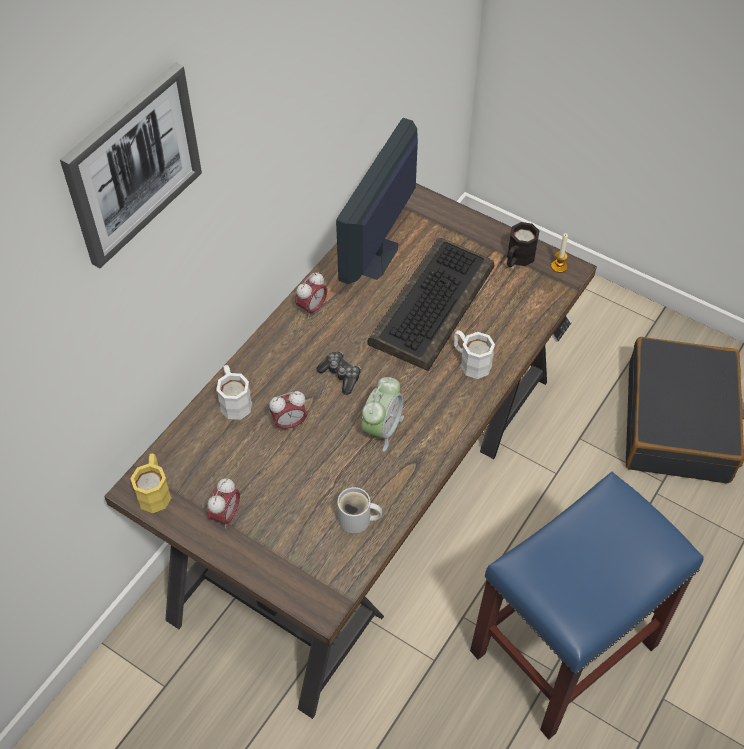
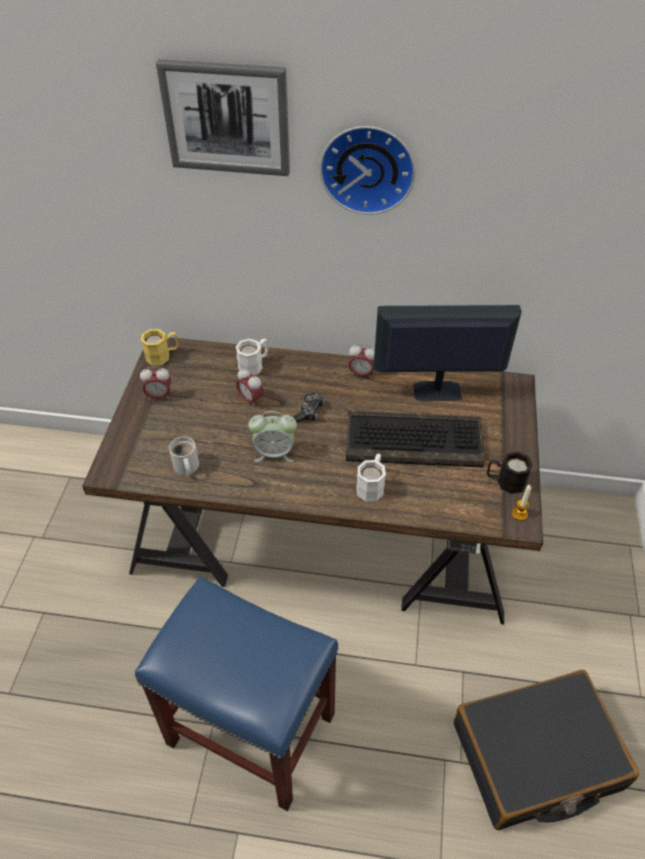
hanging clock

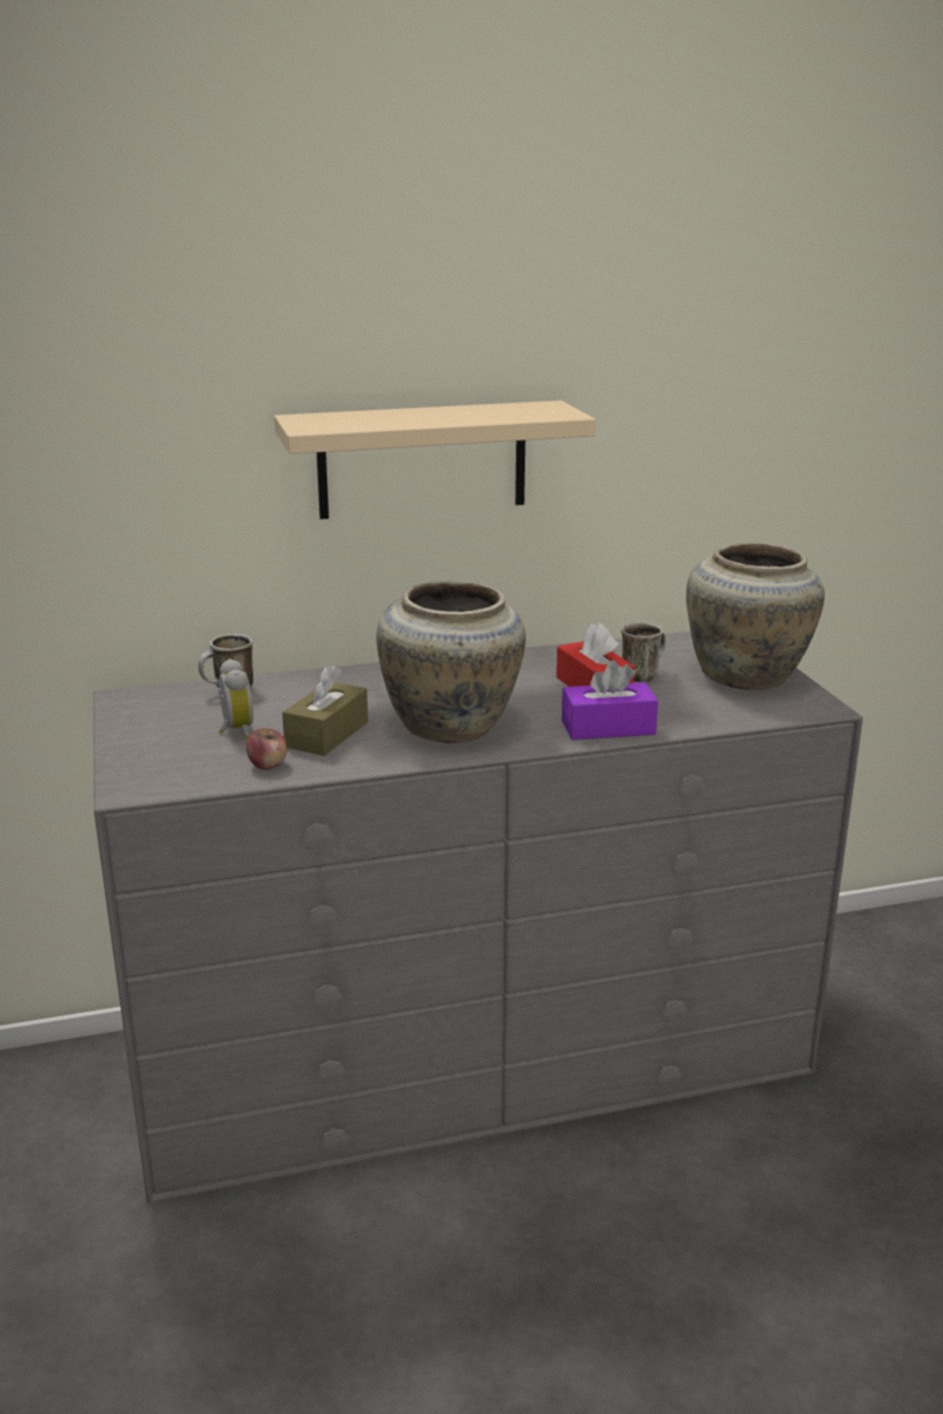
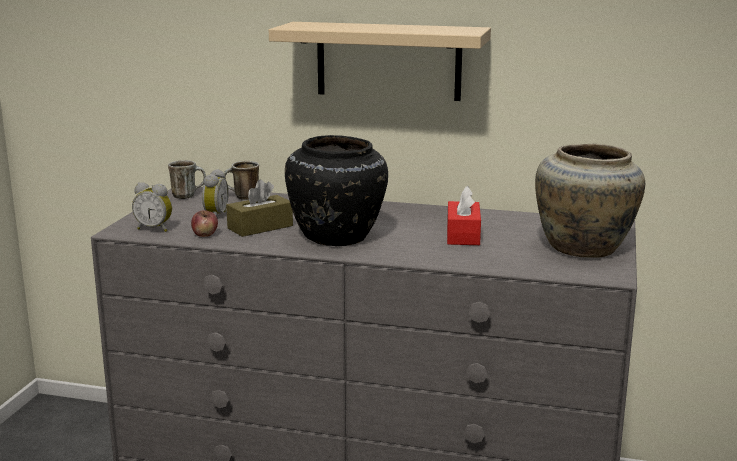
bedside clock (no. 1 from left)
tea mug (no. 1 from left)
vase in black-coloured
tissue box in purplish

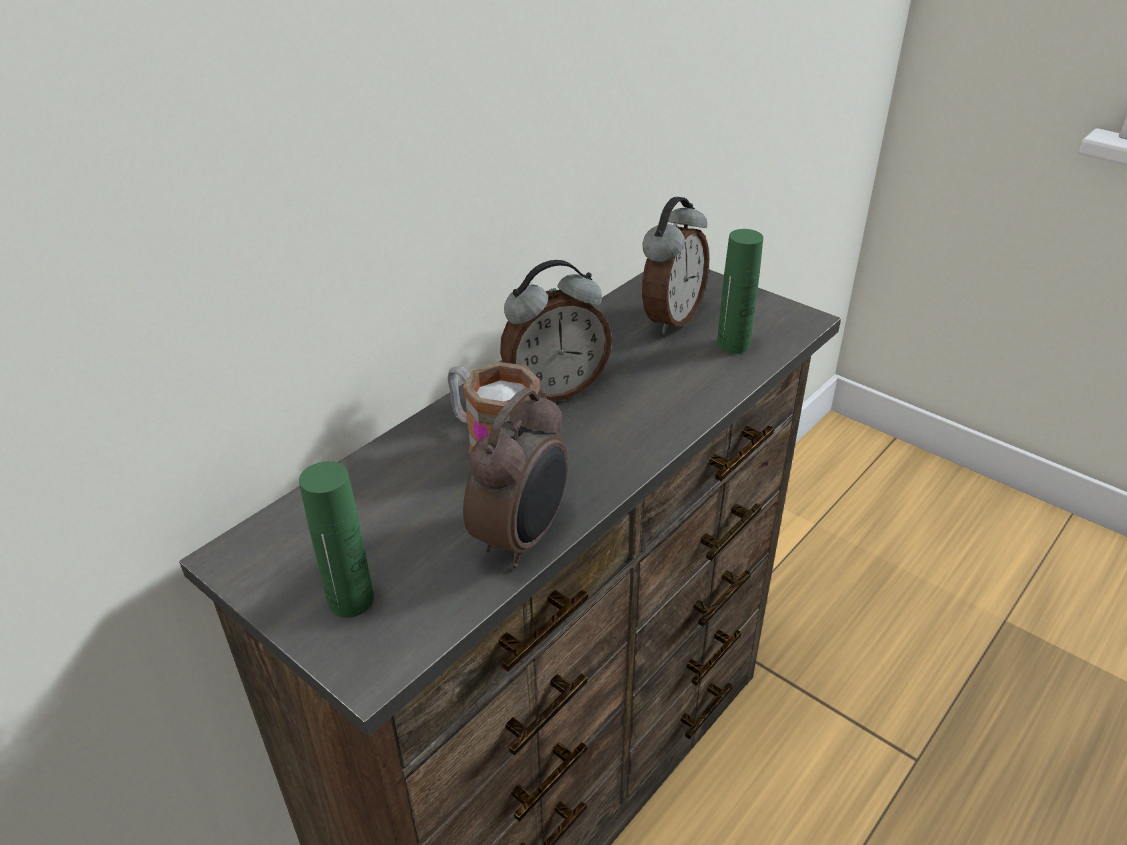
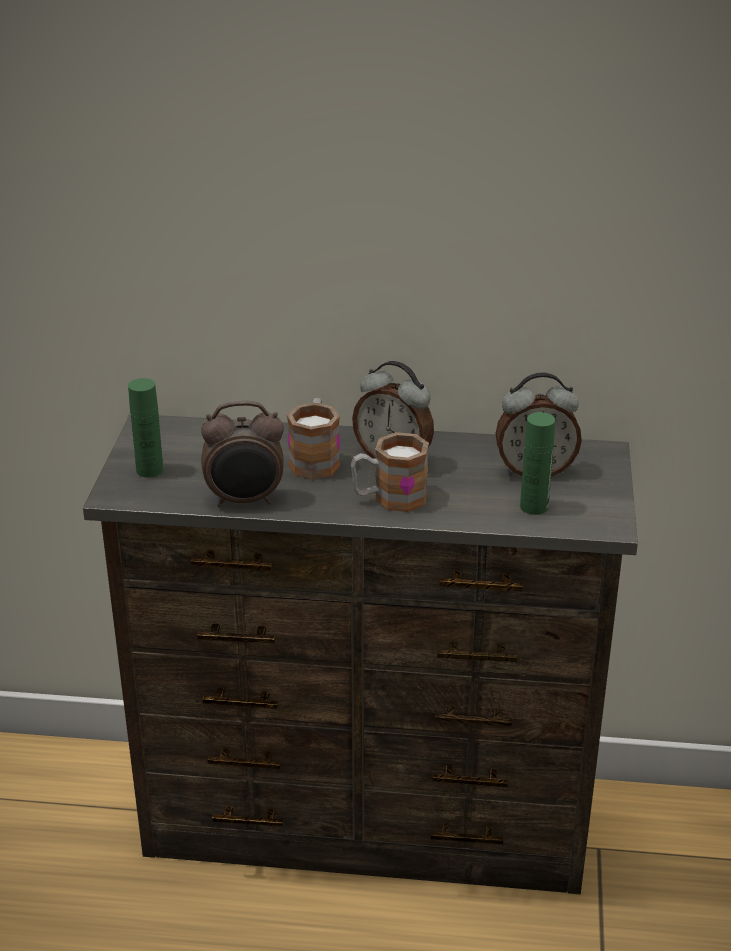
tea mug (no. 2 from left)

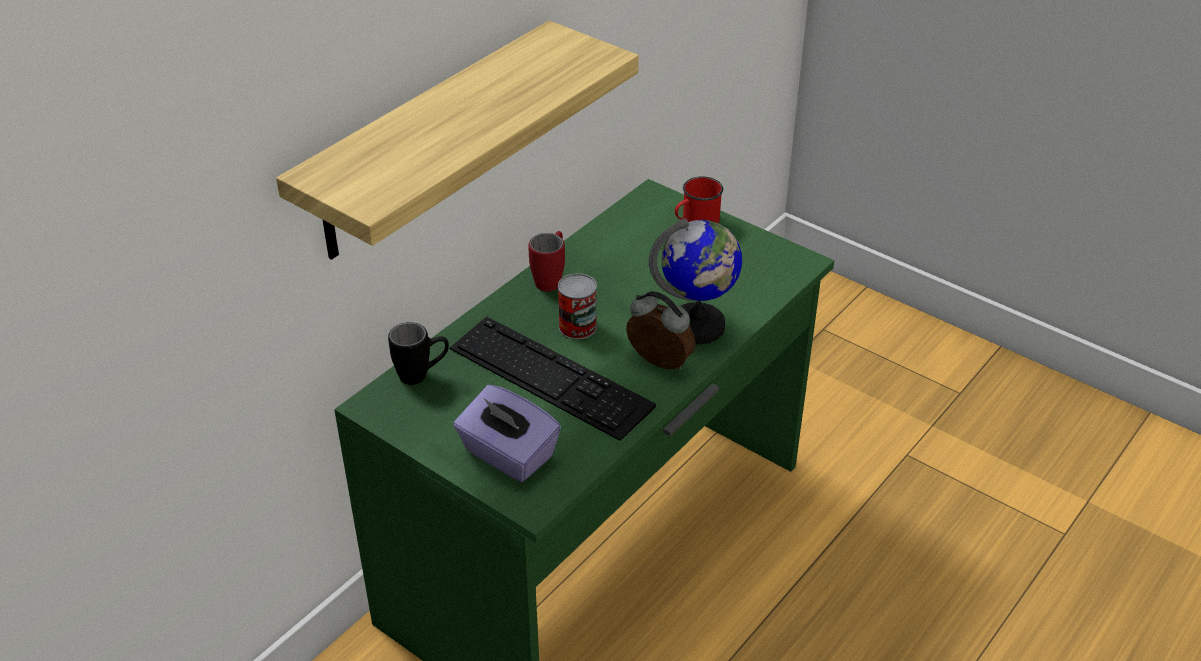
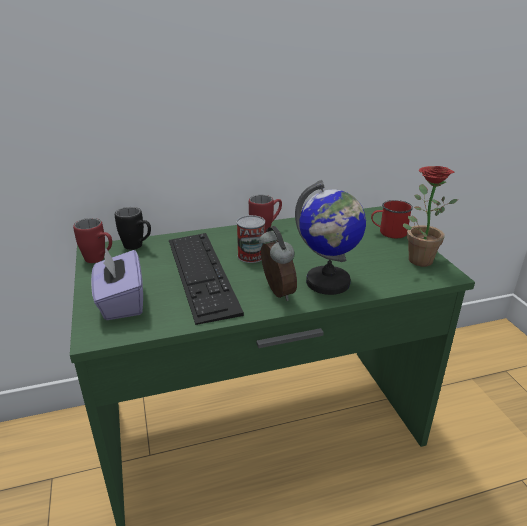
tea mug in red-coloured (no. 1 from left)
potted plant
wall shelf

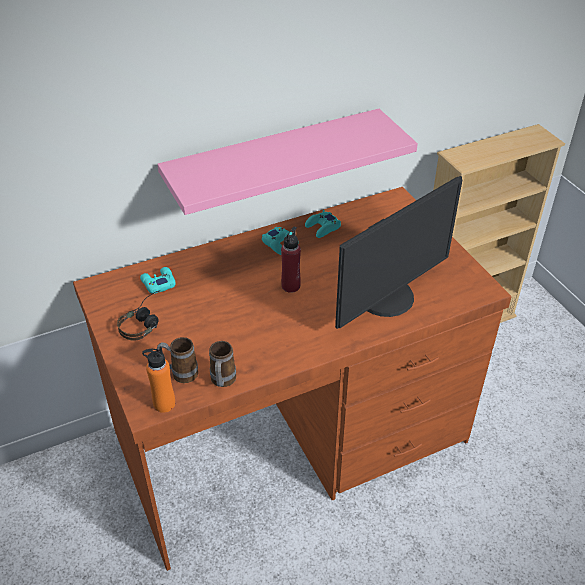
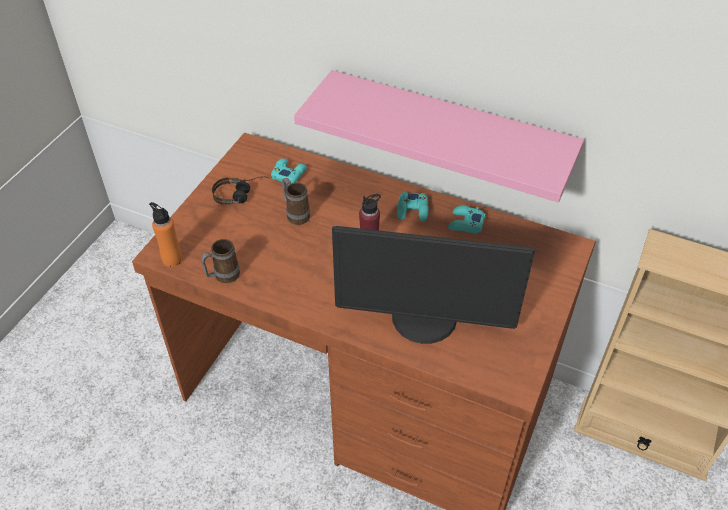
tea mug (no. 2 from left)

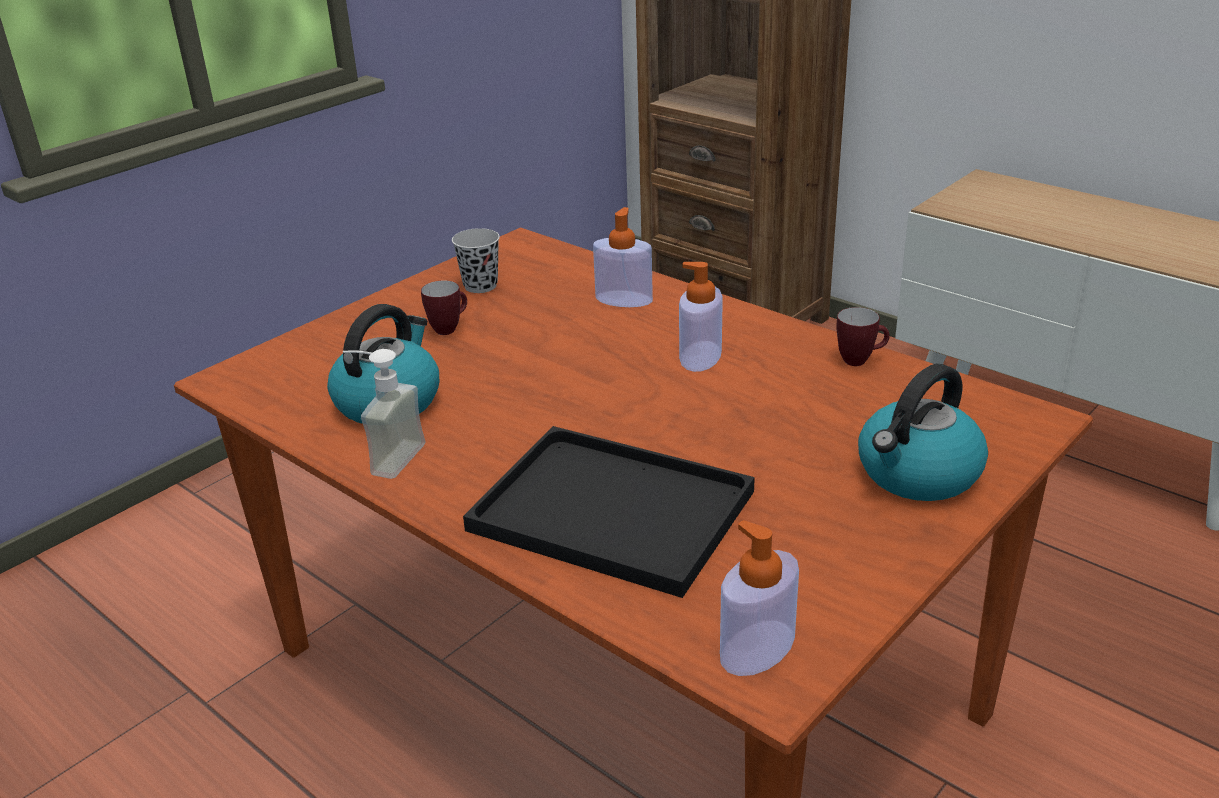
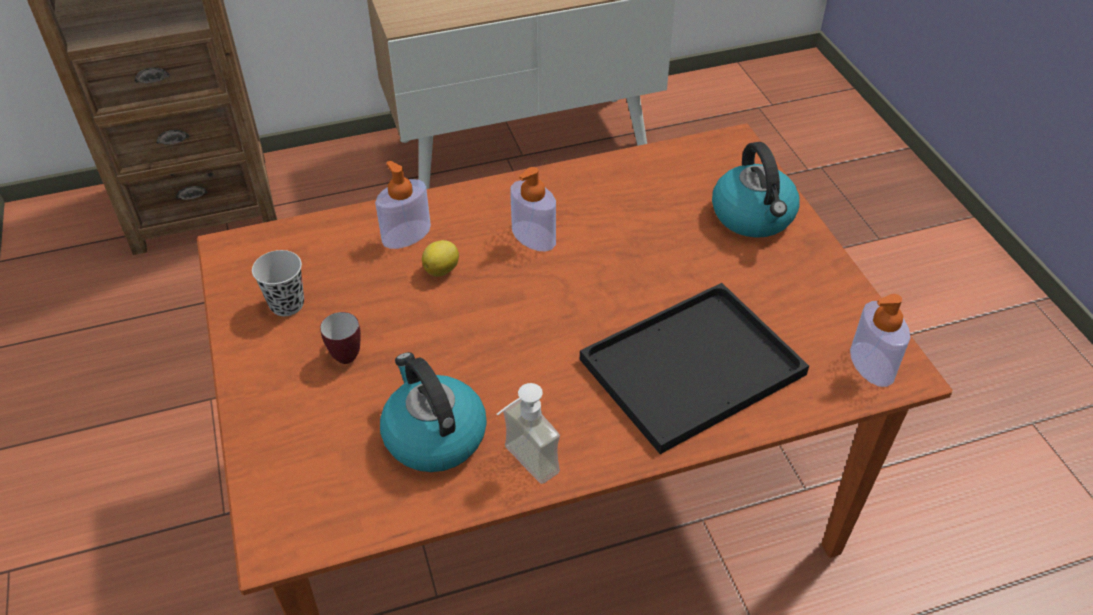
whole lemon
tea mug (no. 2 from left in the first image)

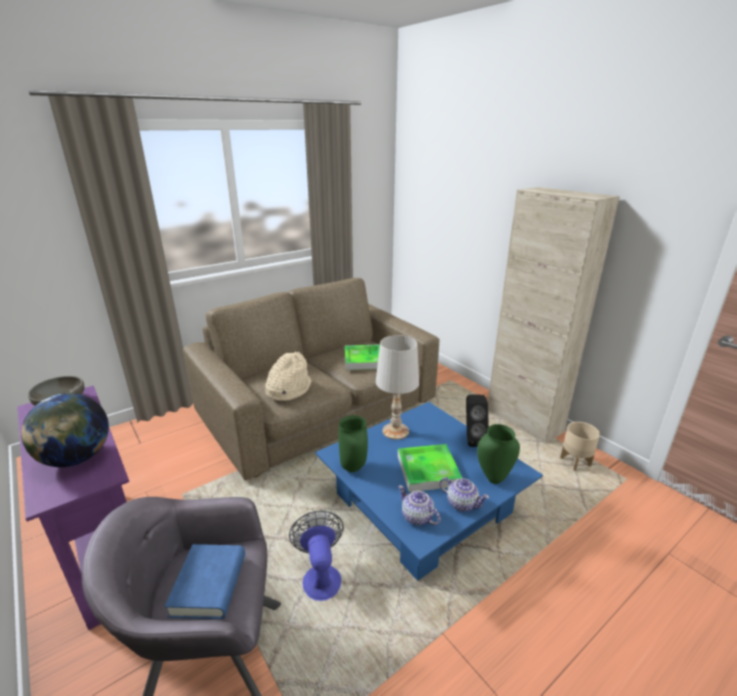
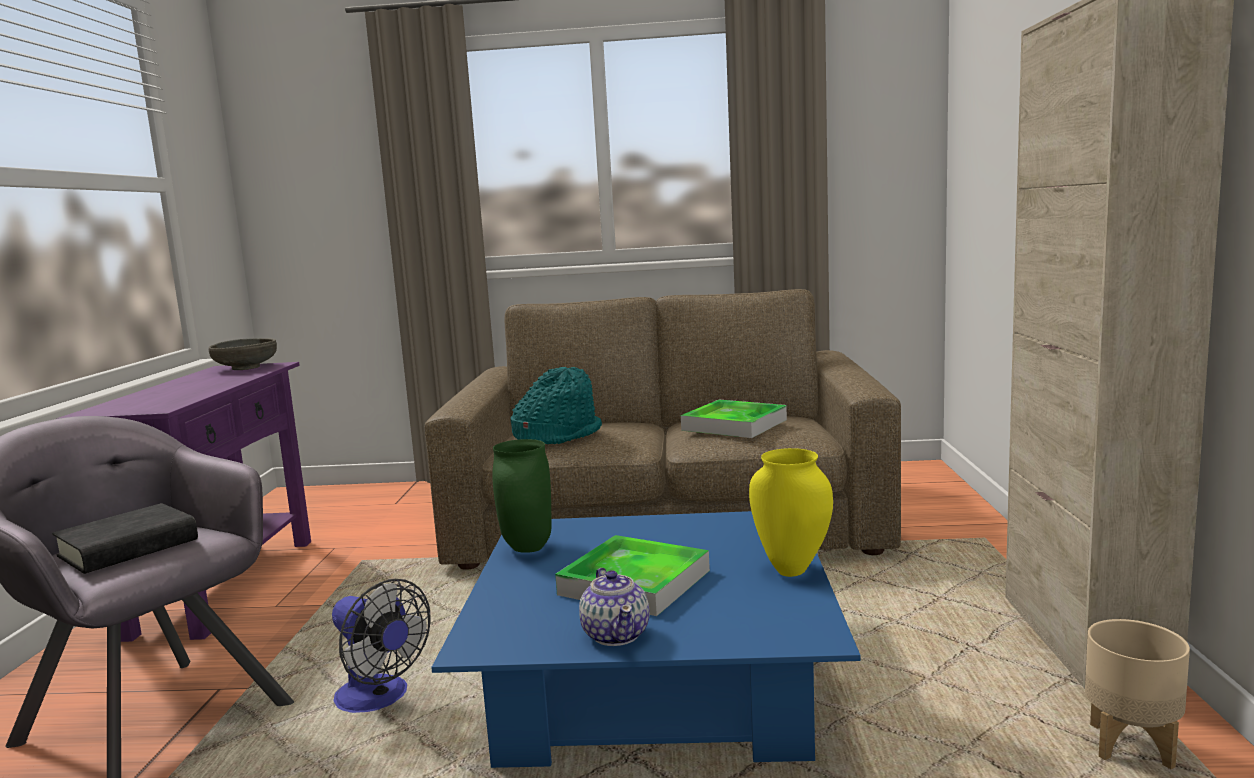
volume in black-coloured
fan
clothing hat in turquoise-coloured
vase in yellowish
world globe
tabletop lamp in white
teapot (no. 1 from left in the first image)
vase in green (no. 2 from left in the first image)

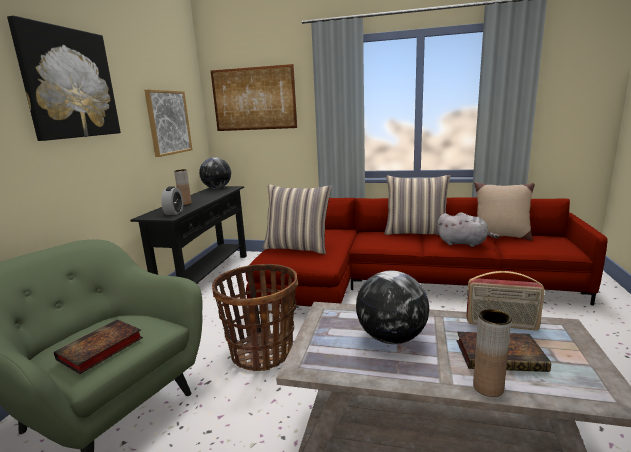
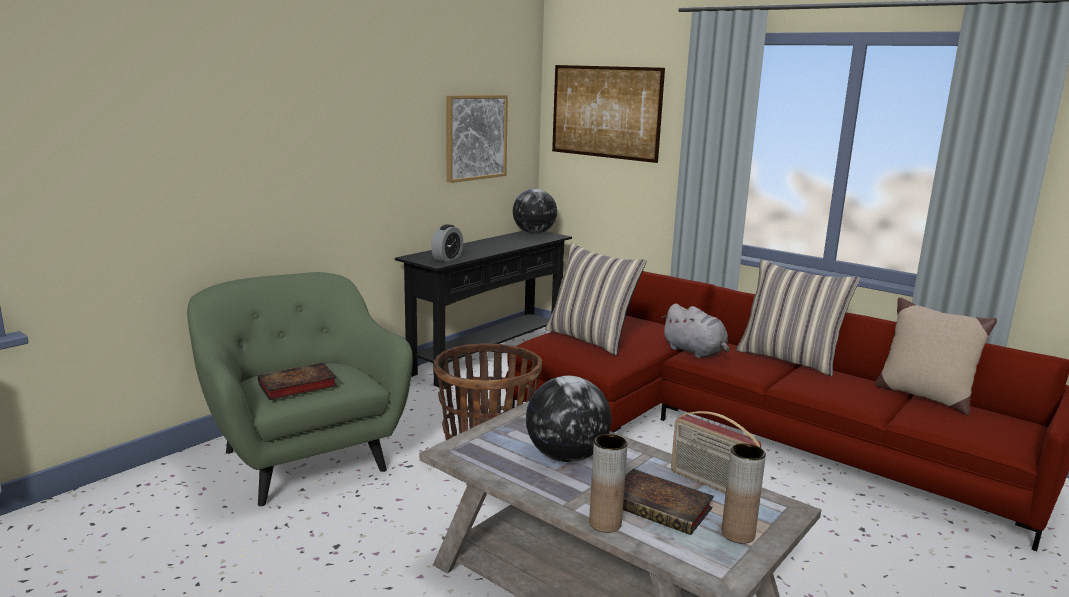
soft toy in greyish
vase in brownish (no. 2 from left)
wall picture (no. 1 from left in the first image)

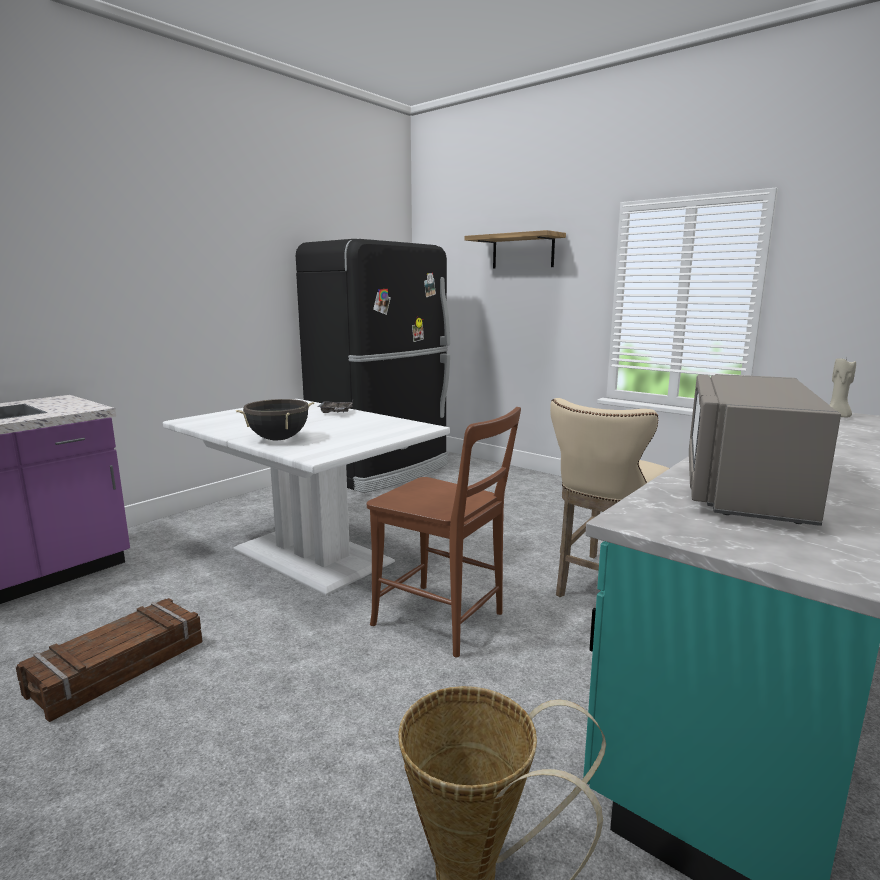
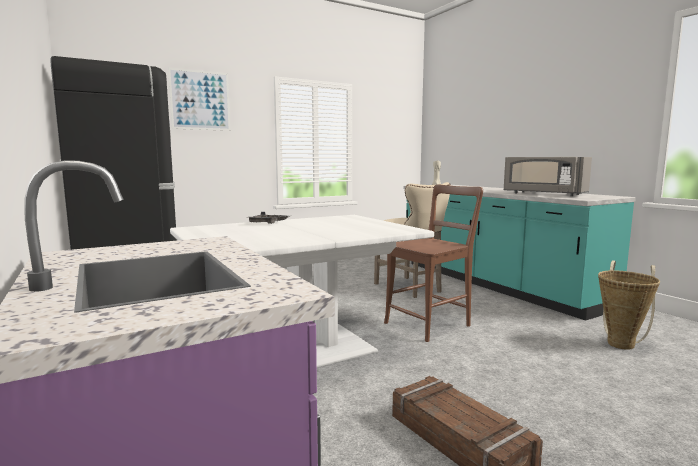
wall picture
stockpot in black-coloured

